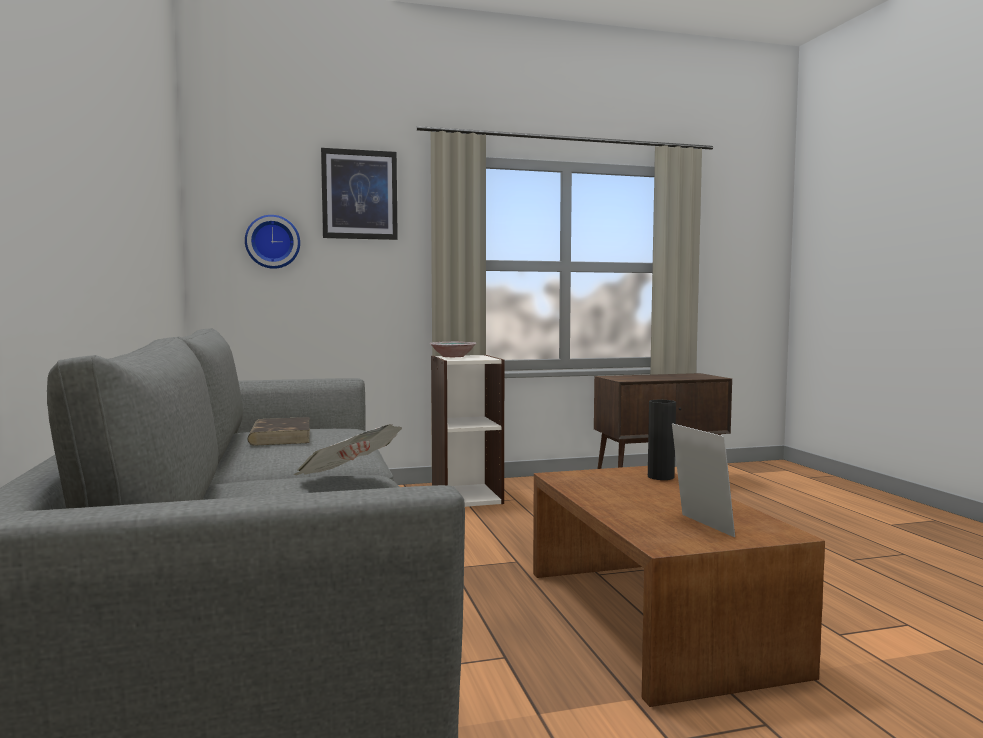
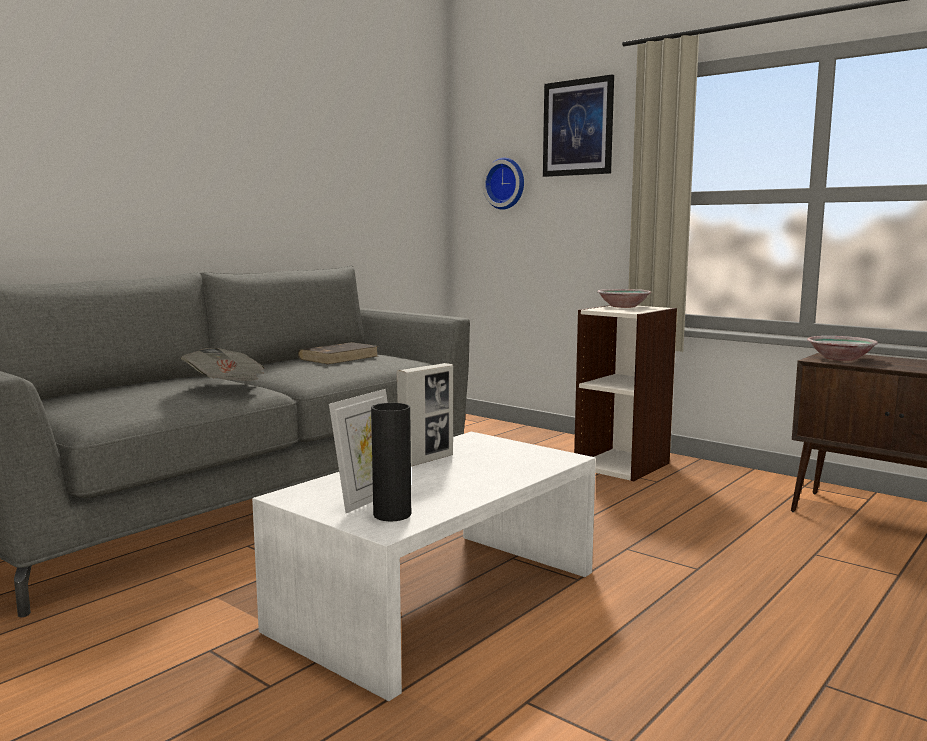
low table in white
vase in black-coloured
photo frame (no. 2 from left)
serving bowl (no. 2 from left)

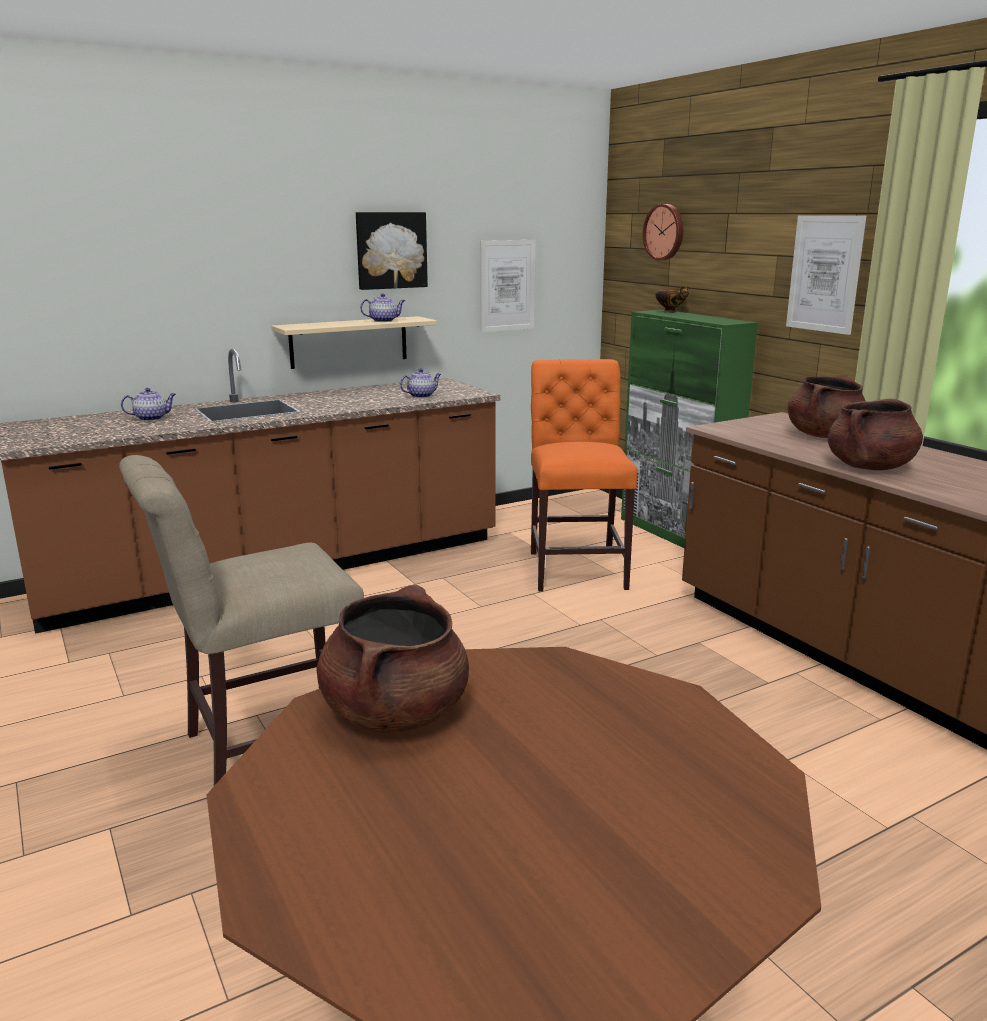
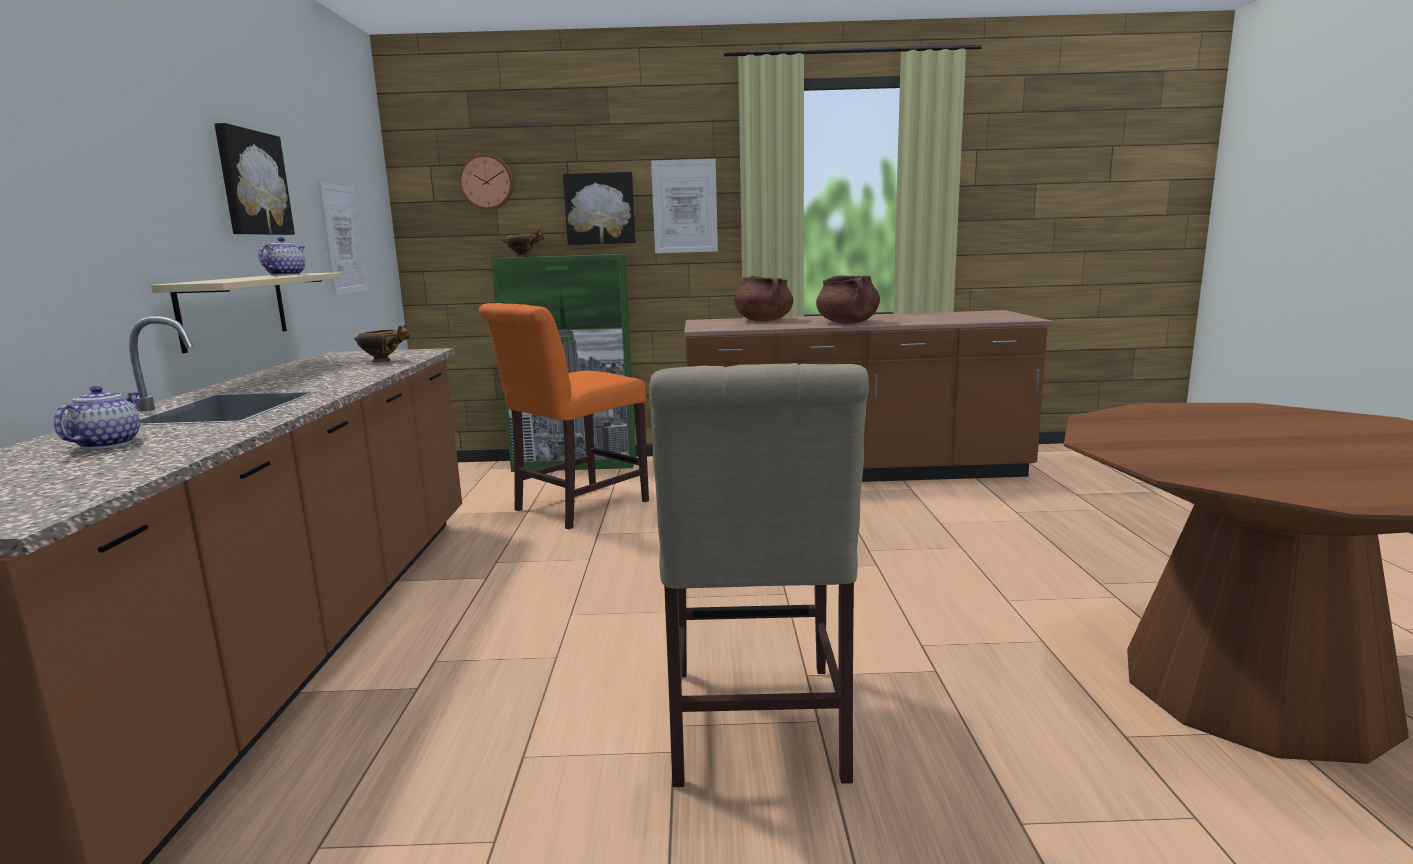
serving bowl (no. 1 from left)
upright chair in orangey
wall picture (no. 3 from left)
stockpot in brownish (no. 1 from left in the first image)

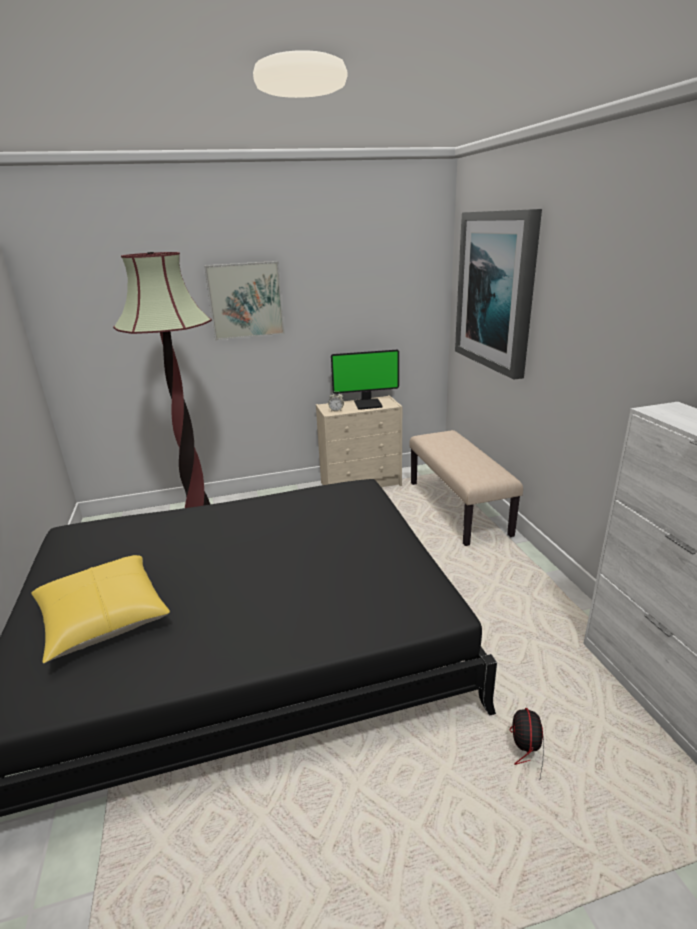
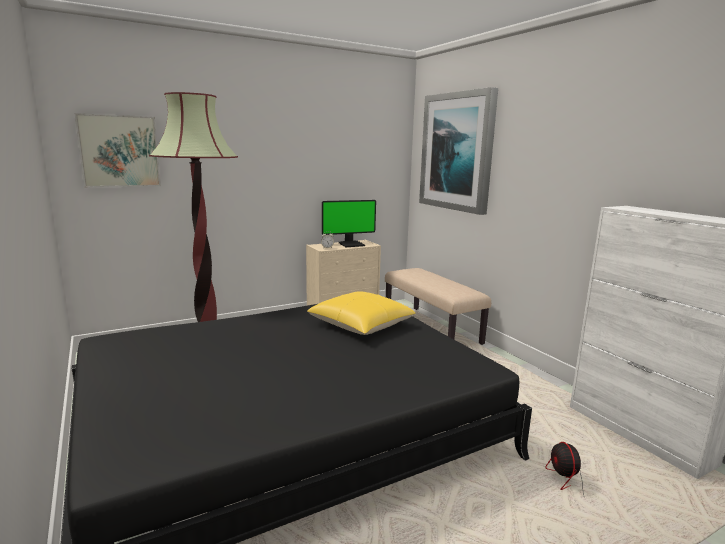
wall picture (no. 1 from left)
pillow in yellowish

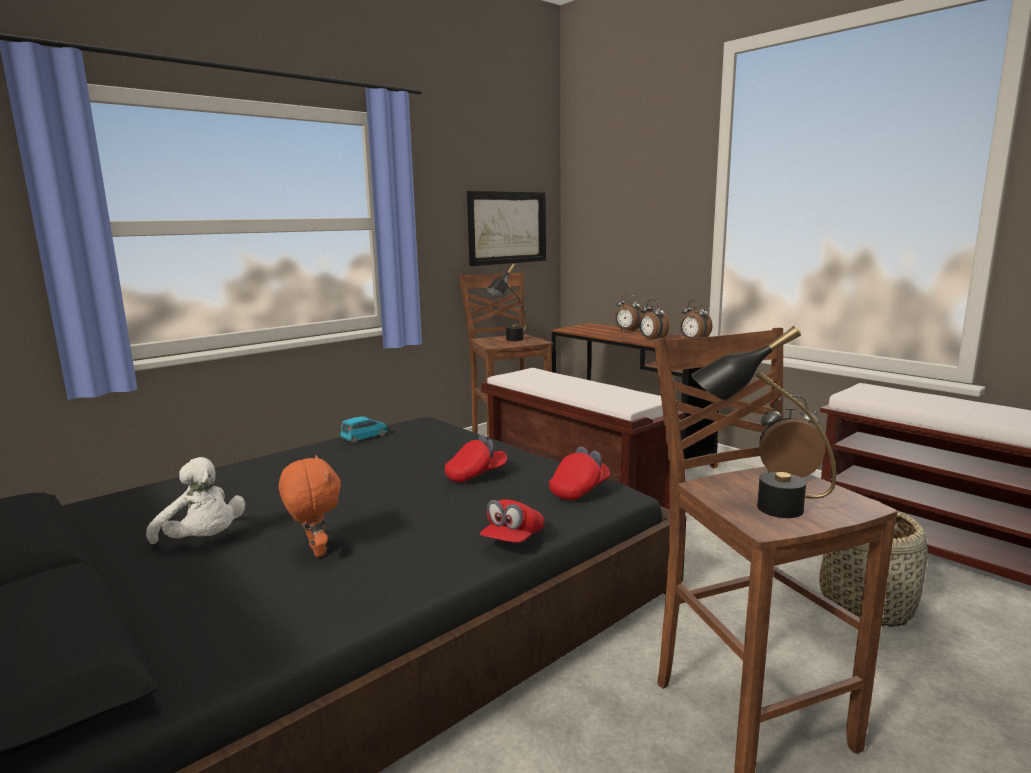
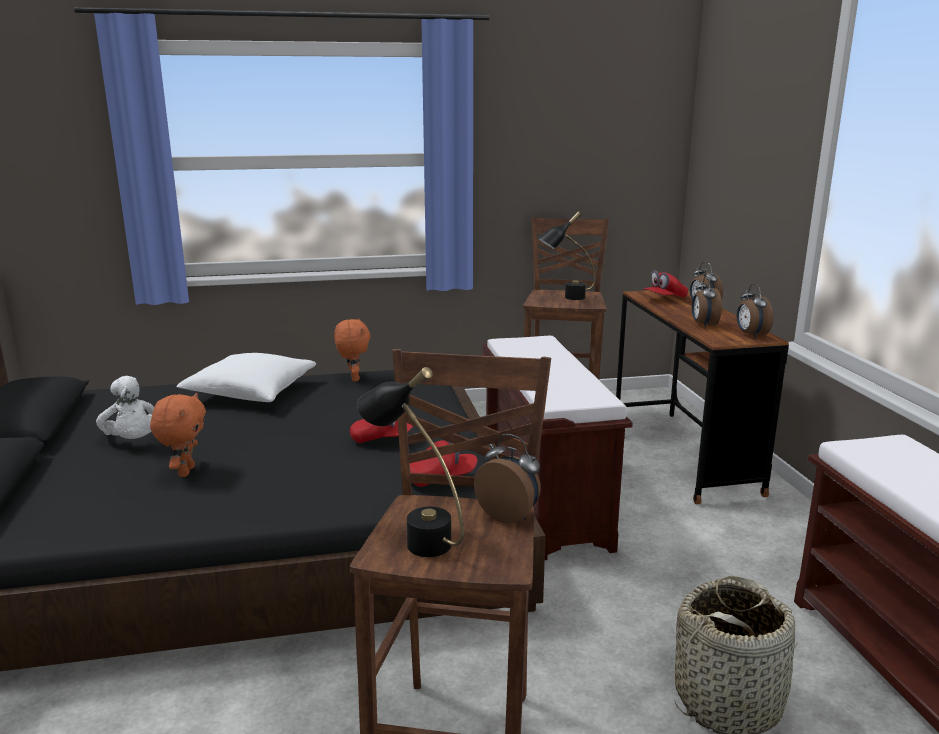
pillow in white
soft toy in orangey (no. 2 from left)
peaked cap in red-coloured (no. 3 from left)
wall picture

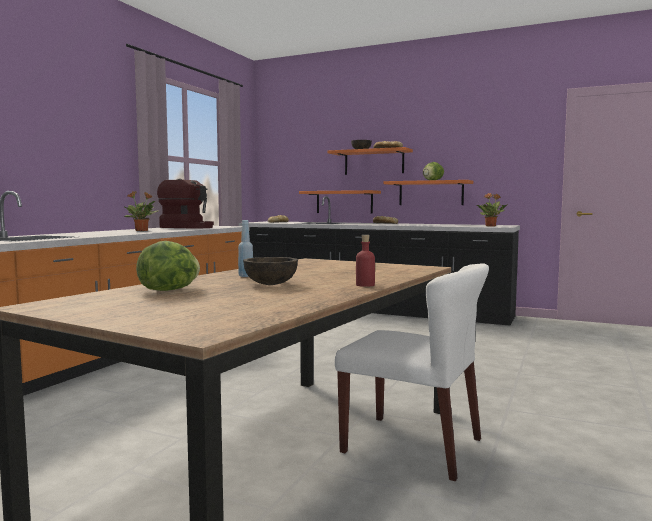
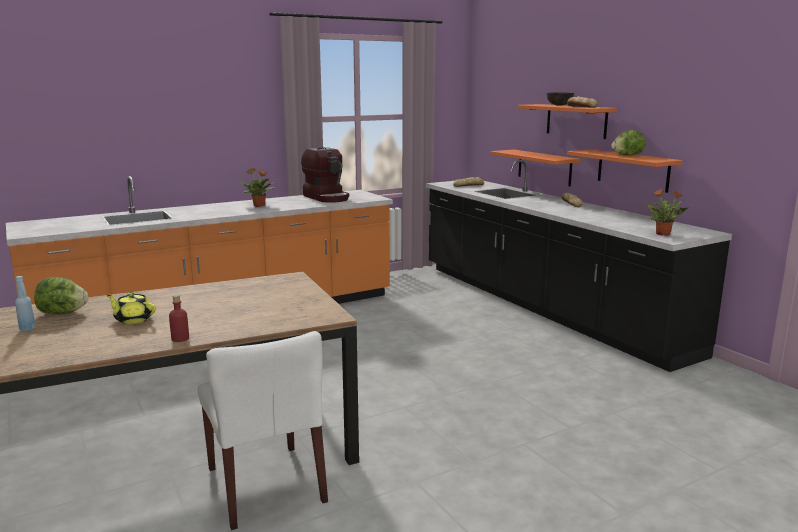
drink bottle in blue
teapot in yellowish

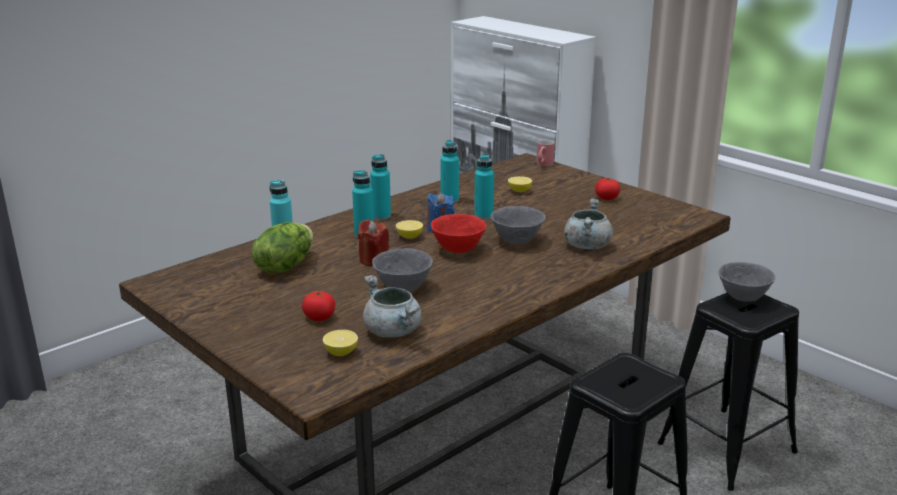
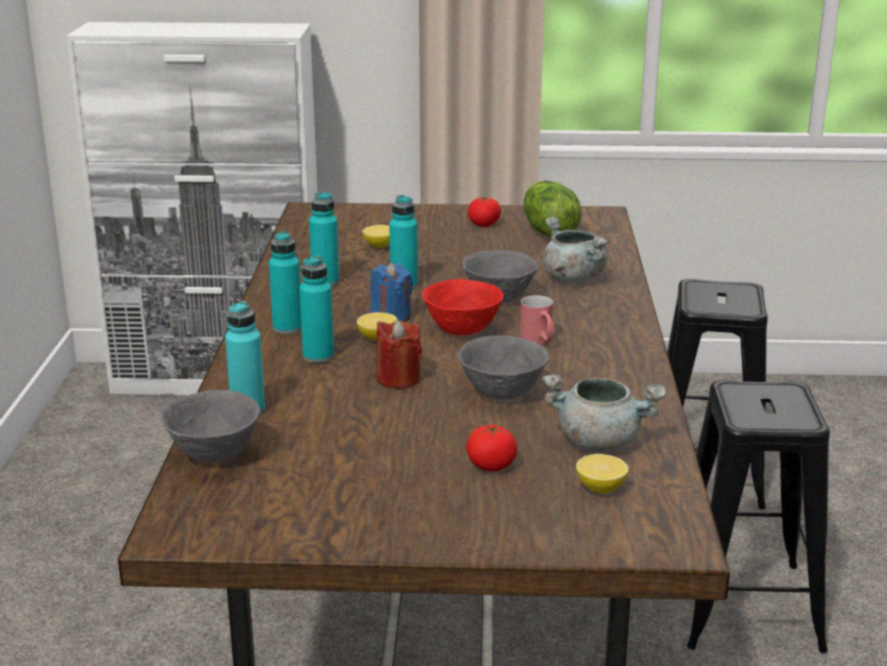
serving bowl in greyish (no. 1 from left)
tea mug in red-coloured
lettuce head

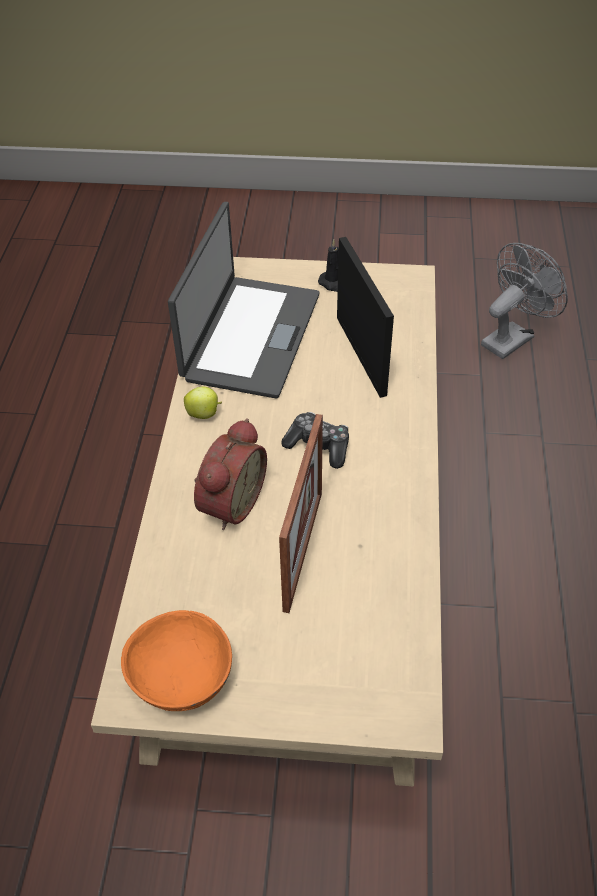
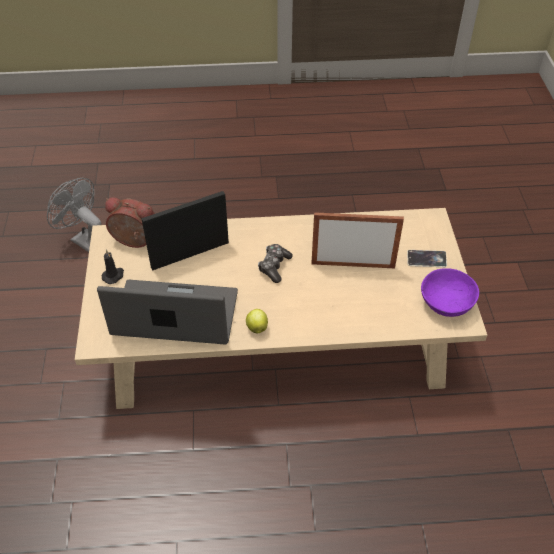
bedside clock
handset
serving bowl in purplish

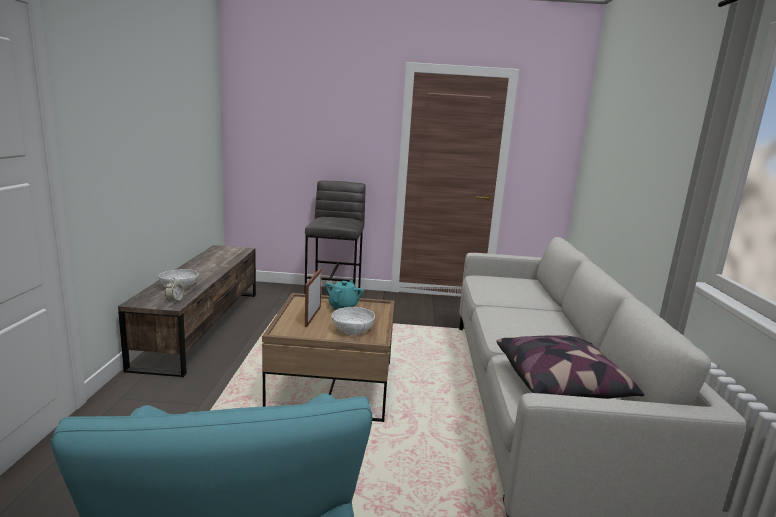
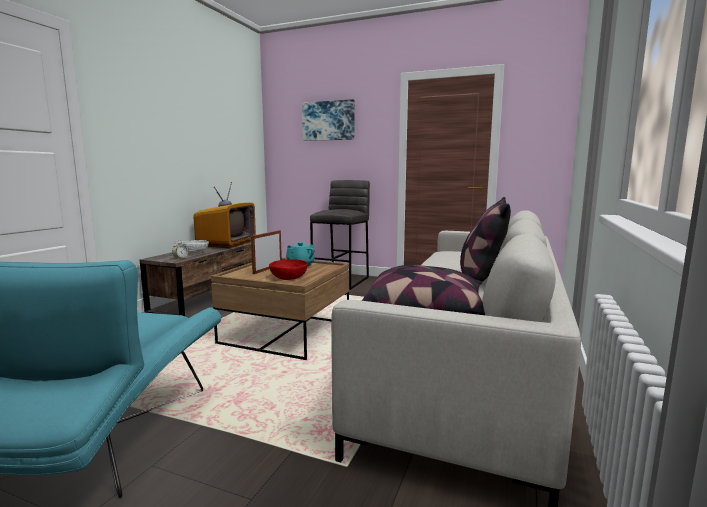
TV
serving bowl in red-coloured
wall picture
pillow (no. 2 from left)

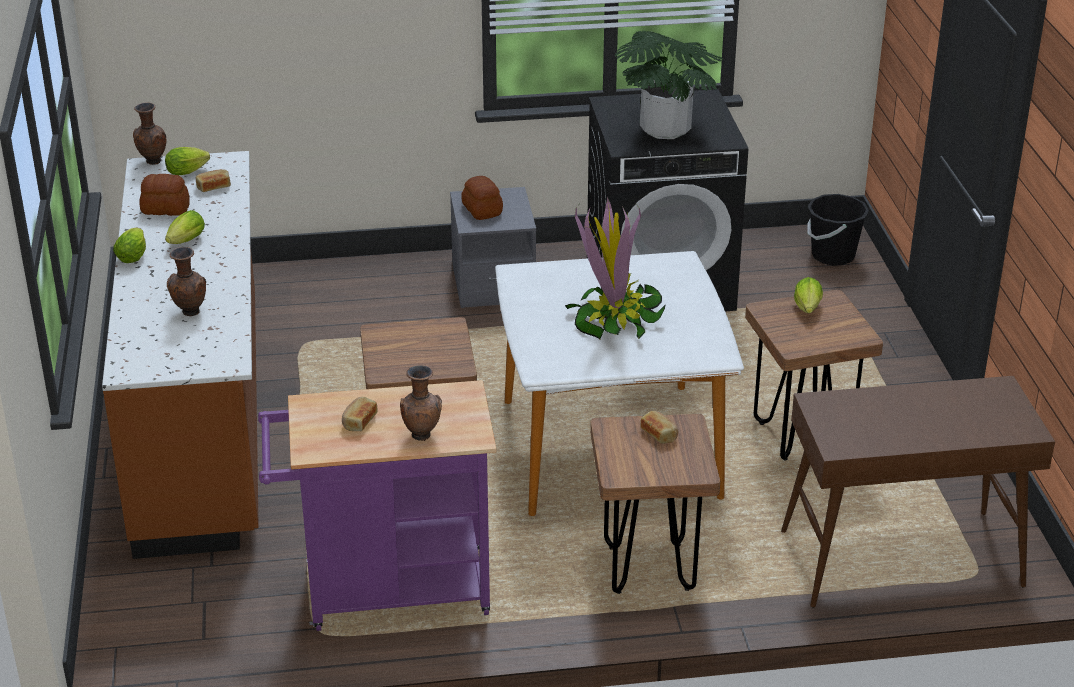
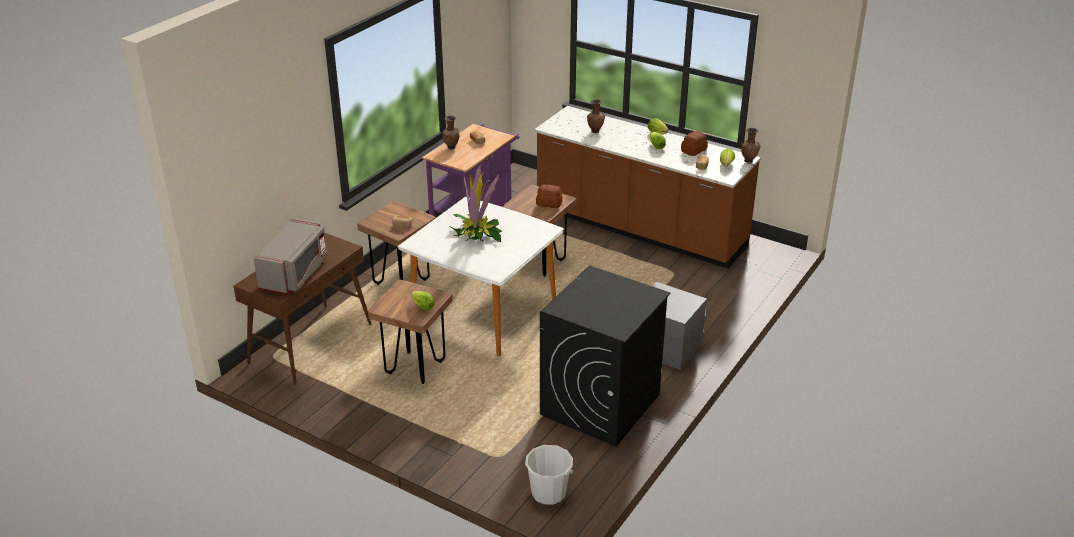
kitchen microwave in greyish
pail in white
bakery bread (no. 3 from left)
potted plant (no. 2 from left in the first image)

